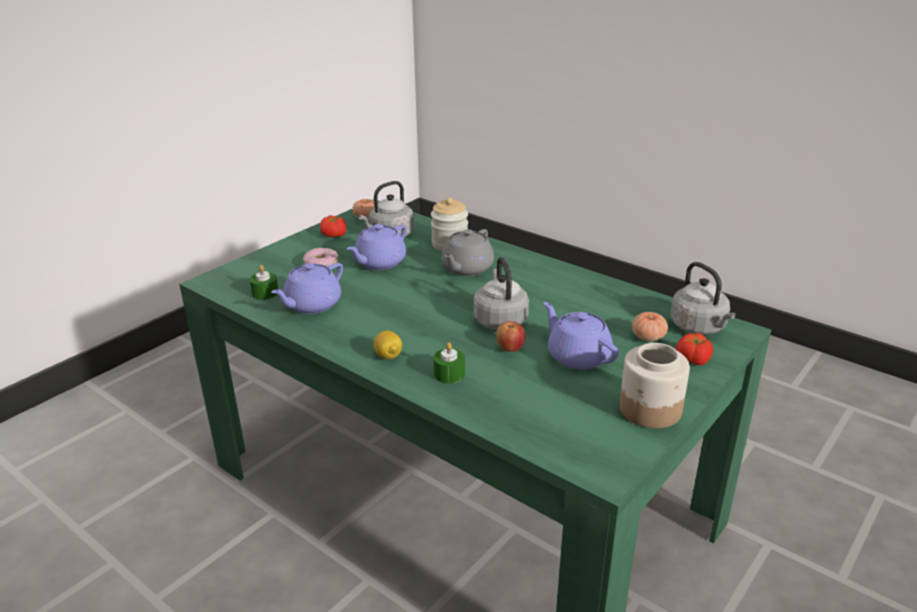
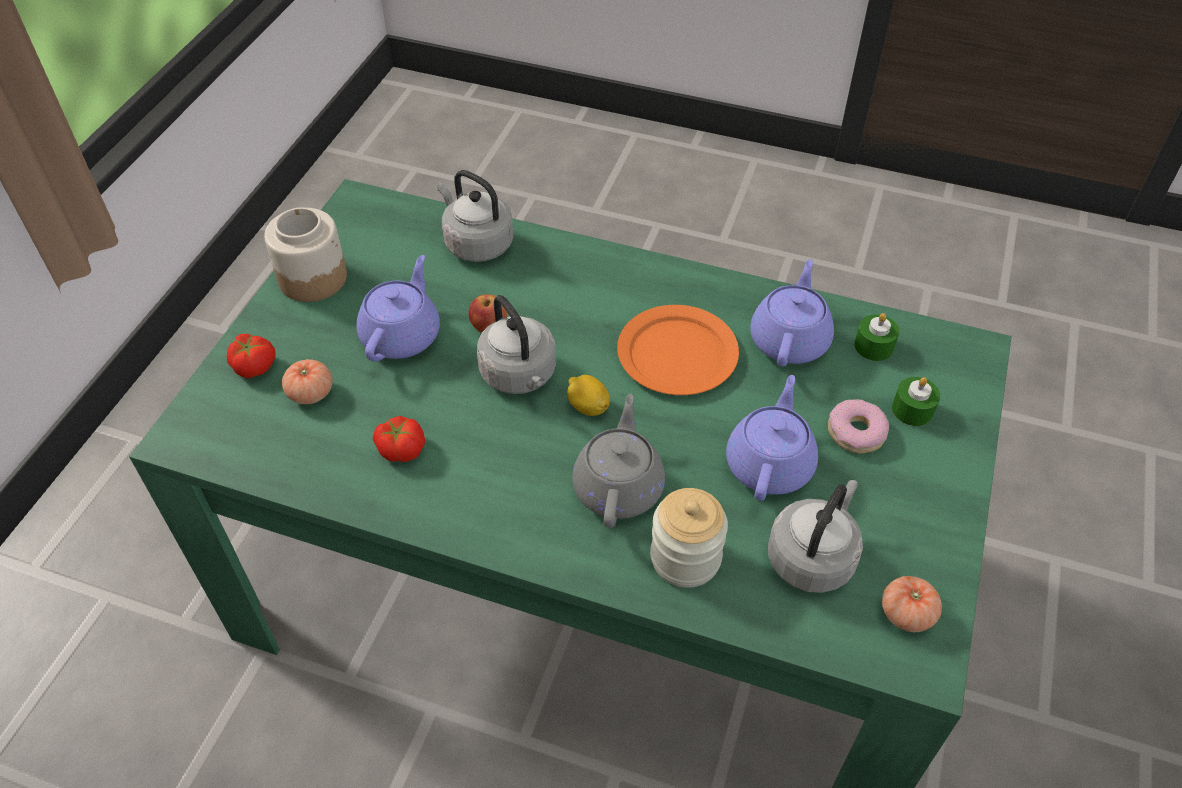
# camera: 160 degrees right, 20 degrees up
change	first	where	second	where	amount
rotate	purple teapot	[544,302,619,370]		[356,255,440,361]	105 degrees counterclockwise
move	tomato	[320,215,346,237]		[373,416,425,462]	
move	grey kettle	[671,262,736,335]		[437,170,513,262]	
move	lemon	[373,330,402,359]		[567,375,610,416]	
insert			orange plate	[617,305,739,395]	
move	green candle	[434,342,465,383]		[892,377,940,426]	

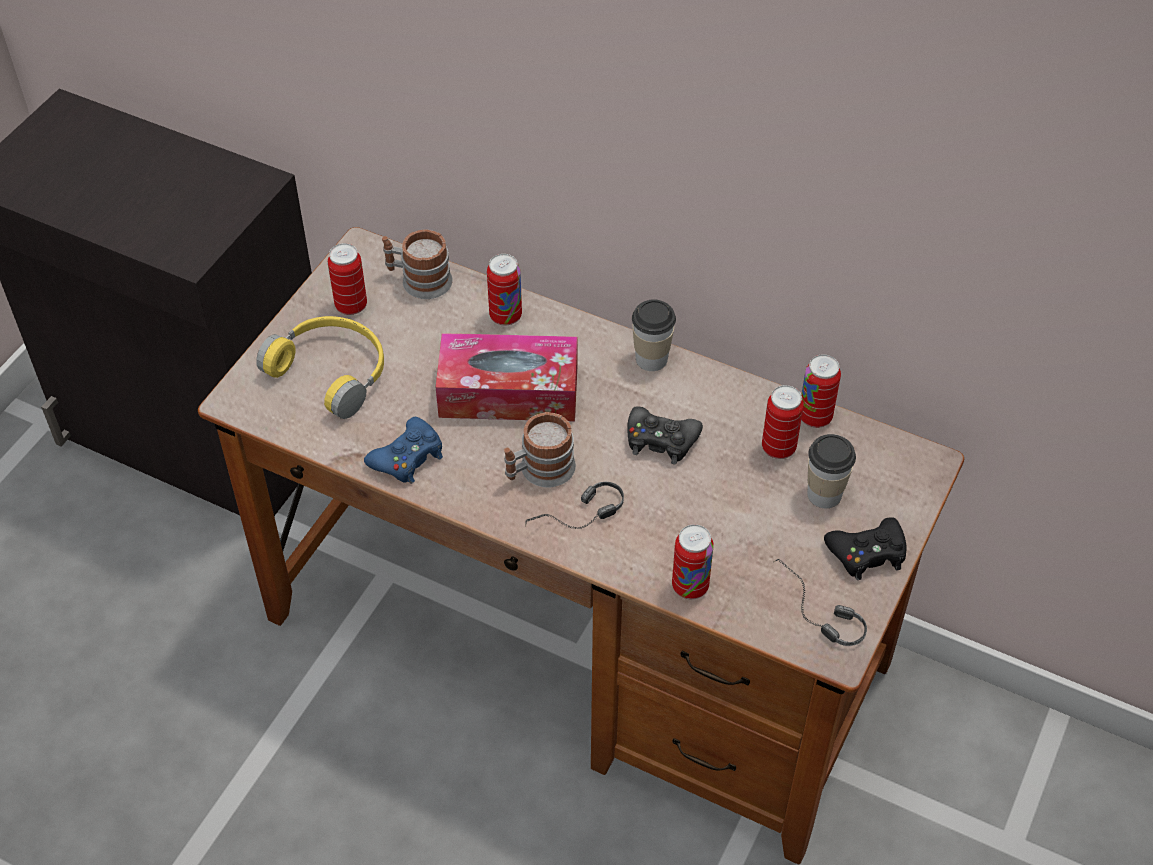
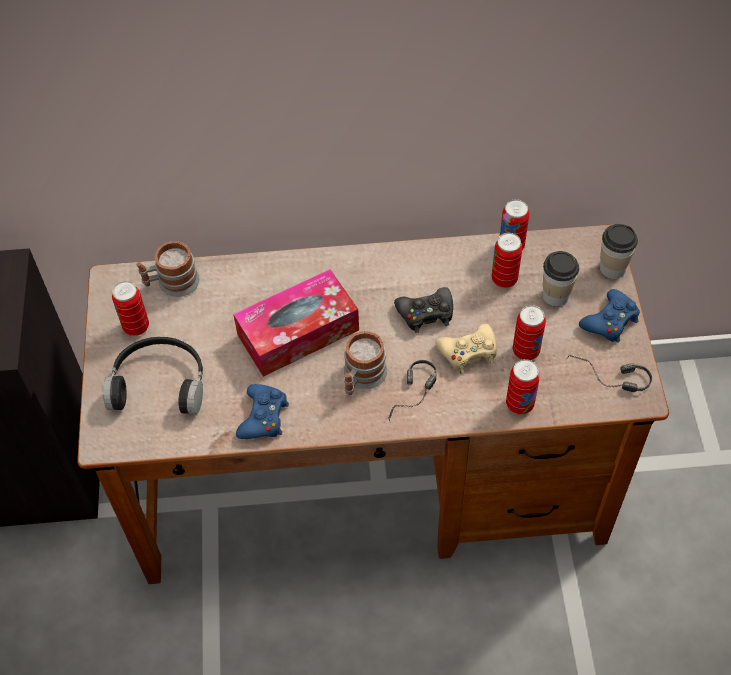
# camera: 30 degrees left, 5 degrees up
change	first	where	second	where	amount
recolor	yellow headphones	[256,316,384,419]	black headphones	[103,337,203,414]	
insert			beige game controller	[435,324,497,373]	
move	can	[487,254,522,325]		[513,305,546,360]	
recolor	black game controller	[824,517,906,580]	blue game controller	[579,289,640,343]	
move	cup	[632,299,676,371]		[600,224,638,279]	

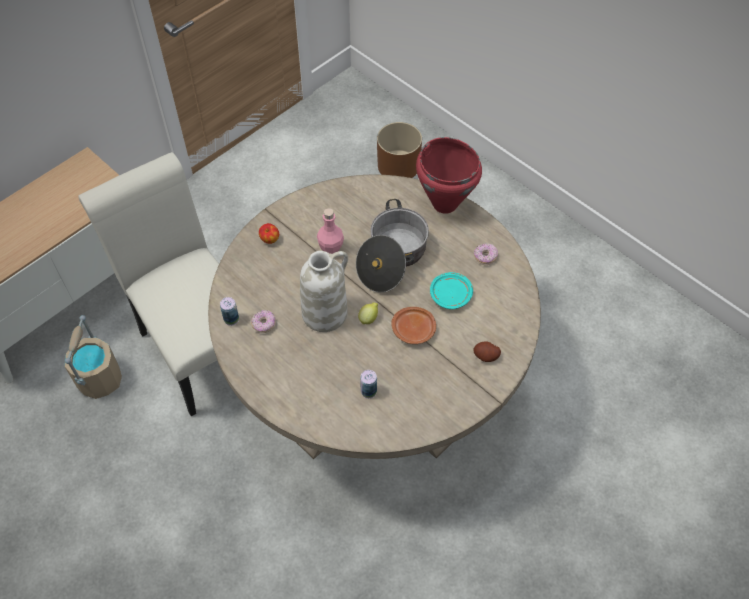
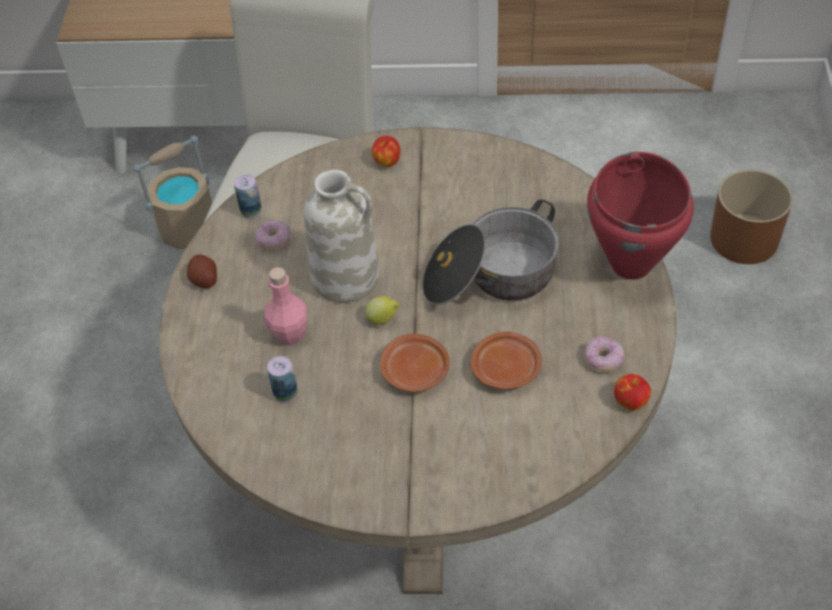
# camera: 50 degrees right, 5 degrees down
change	first	where	second	where	amount
move	potato	[473,341,501,362]		[187,254,217,288]	
move	pink bottle	[317,208,344,254]		[265,267,307,346]	
recolor	turquoise plate	[430,272,473,309]	brown plate	[470,331,542,390]	
insert			apple	[614,374,651,411]	

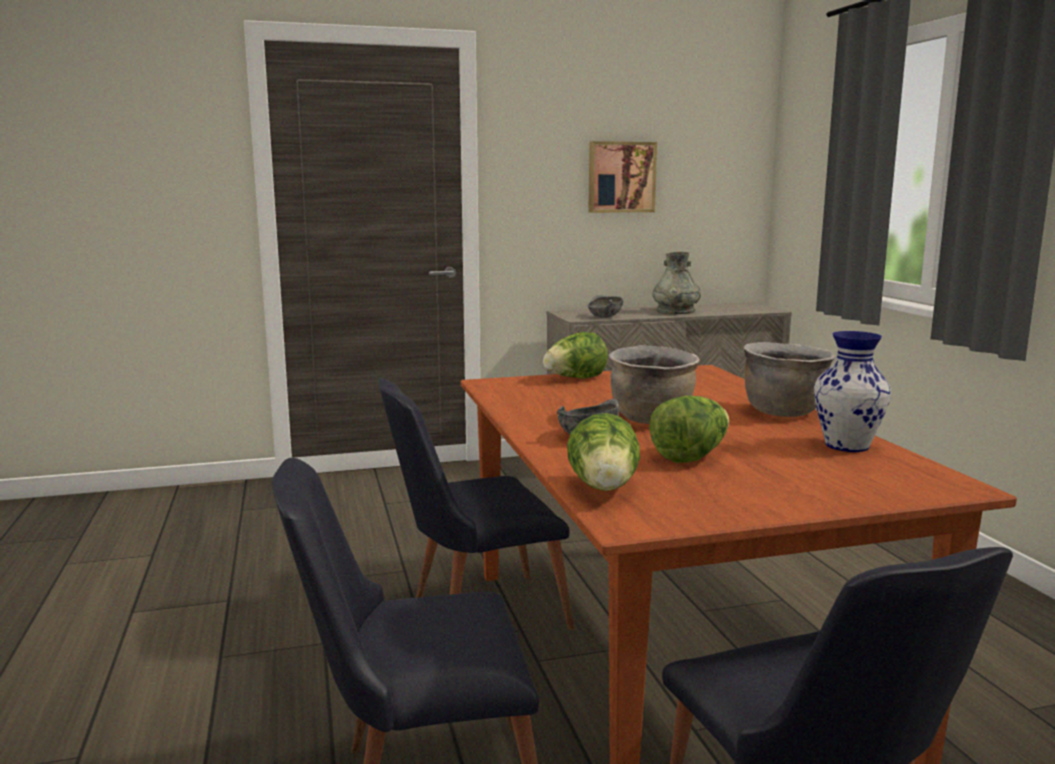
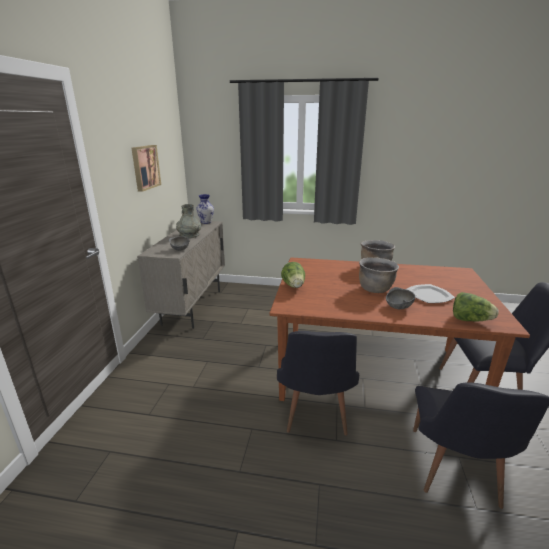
# camera: 65 degrees left, 10 degrees up
change	first	where	second	where	amount
move	vase	[814,331,891,452]		[196,194,214,224]	
replace	lettuce	[649,396,729,463]	plate	[406,284,455,303]	

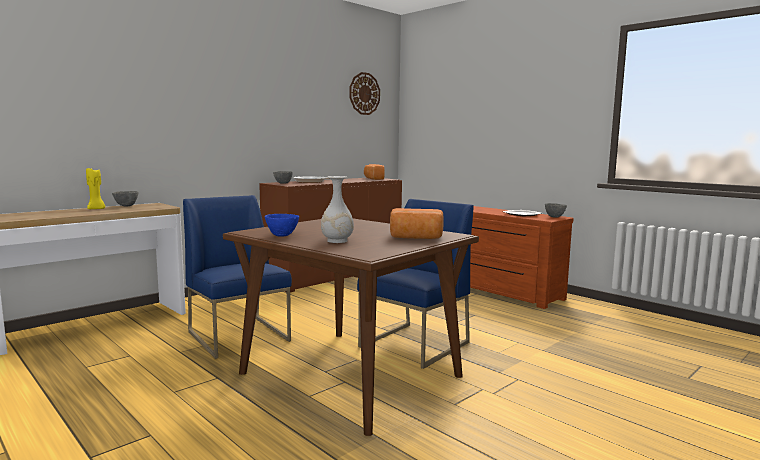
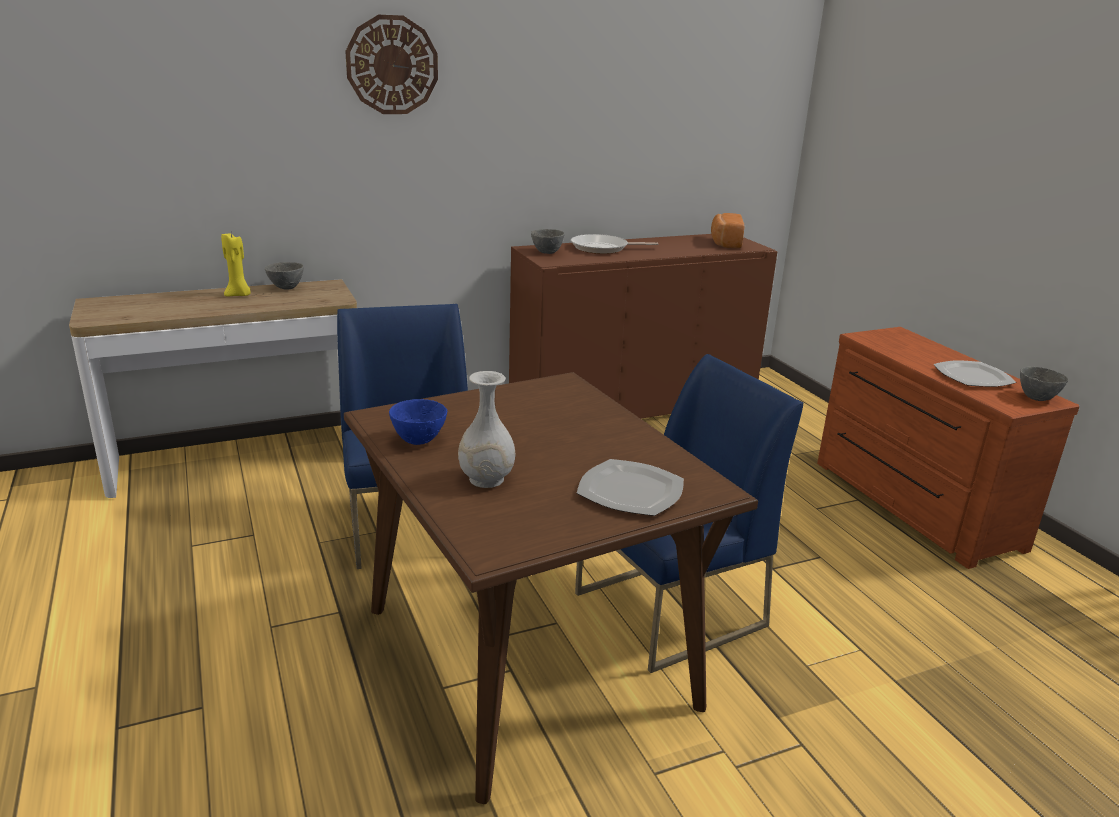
# camera: 20 degrees right, 15 degrees up
change	first	where	second	where	amount
move	wall clock	[350,72,380,115]		[345,15,438,114]	
replace	bread	[390,208,444,239]	plate	[577,459,684,516]	

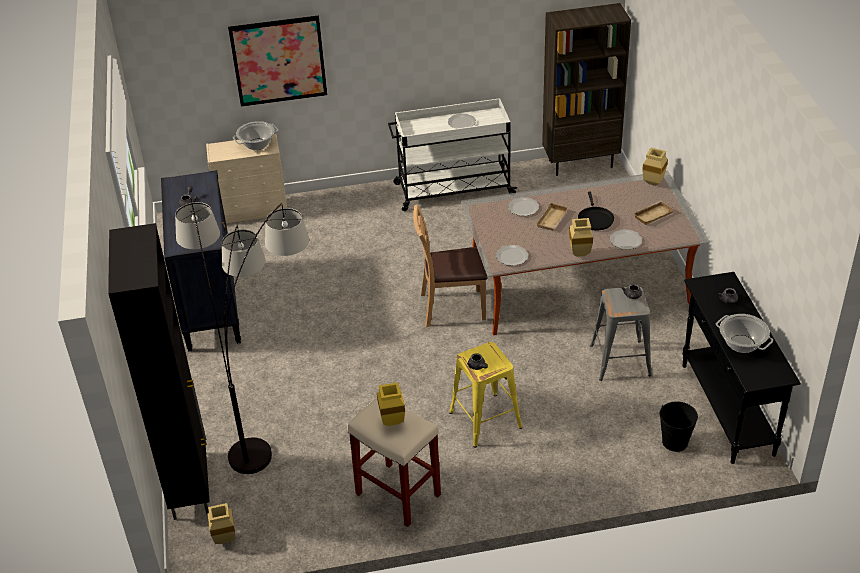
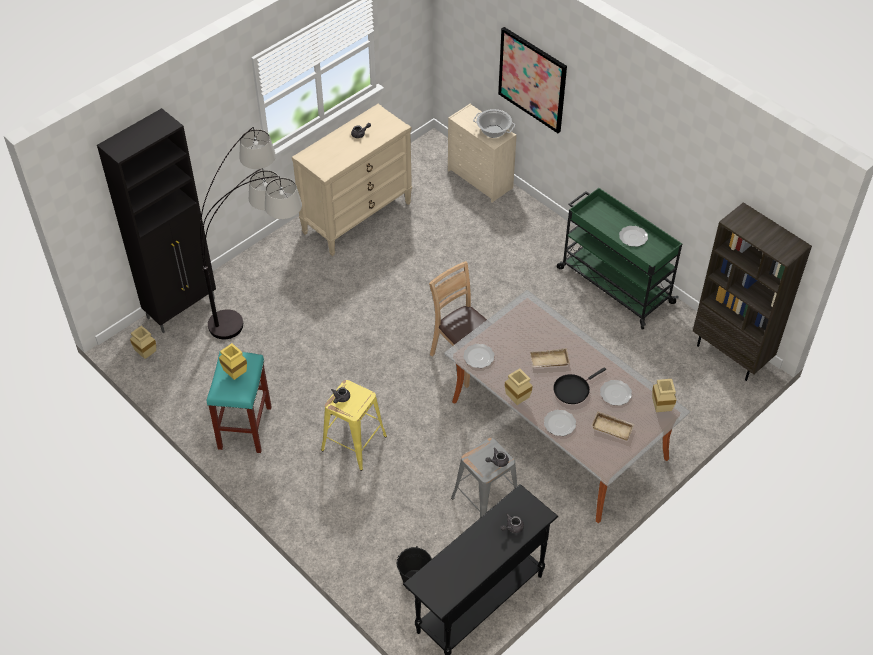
# camera: 55 degrees right, 10 degrees up
change	first	where	second	where	amount
recolor	beige stool	[347,398,441,527]	turquoise stool	[207,352,272,453]	
recolor	black dresser	[161,170,241,352]	beige dresser	[292,104,412,256]	
recolor	white cart	[388,98,518,211]	green cart	[557,188,682,329]	
move	plate	[508,197,539,216]		[600,380,632,406]	
delete	cooking pot	[716,314,773,353]			

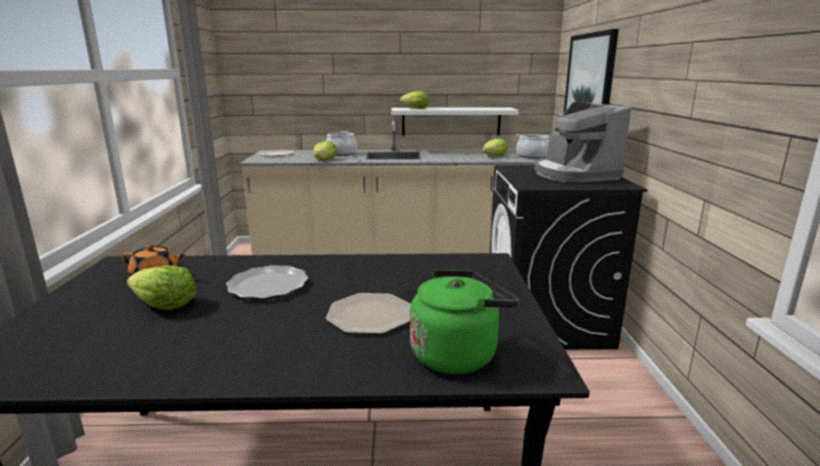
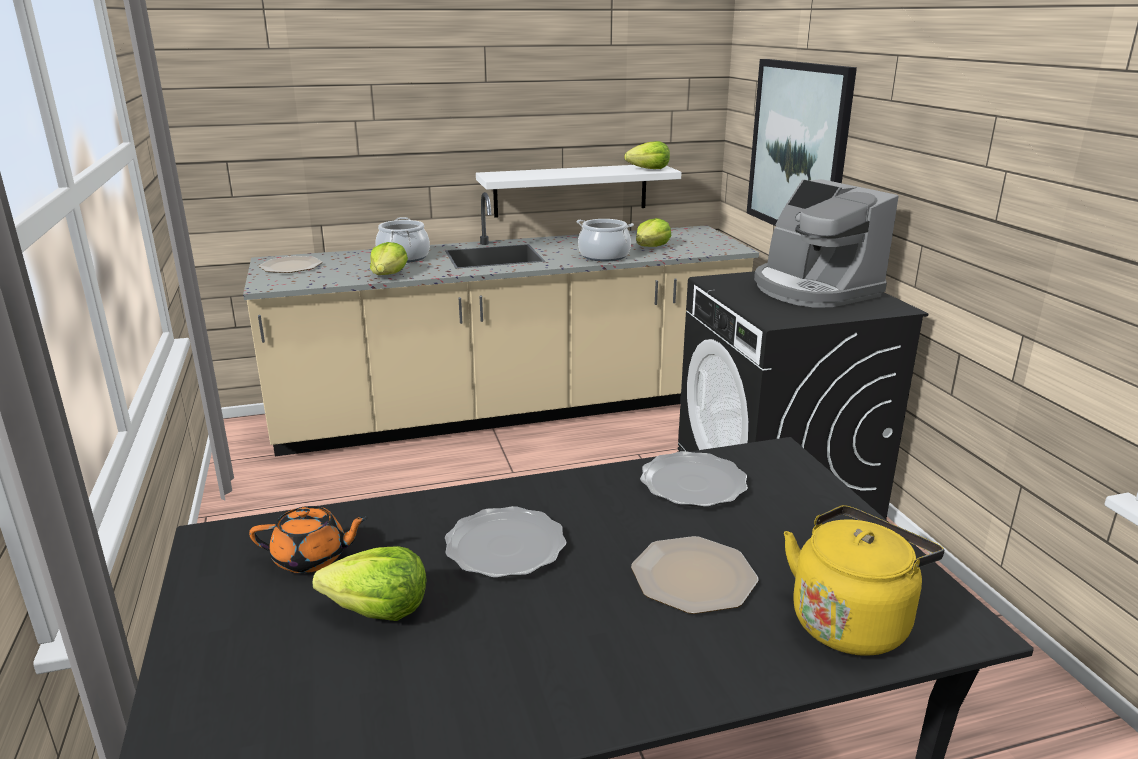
# camera: 15 degrees left, 5 degrees up
change	first	where	second	where	amount
move	cooking pot	[516,134,550,159]		[576,219,634,261]	
move	lettuce	[400,91,429,109]		[624,141,670,169]	
insert			plate	[640,451,748,507]	
recolor	green kettle	[410,270,519,374]	yellow kettle	[784,505,944,656]	

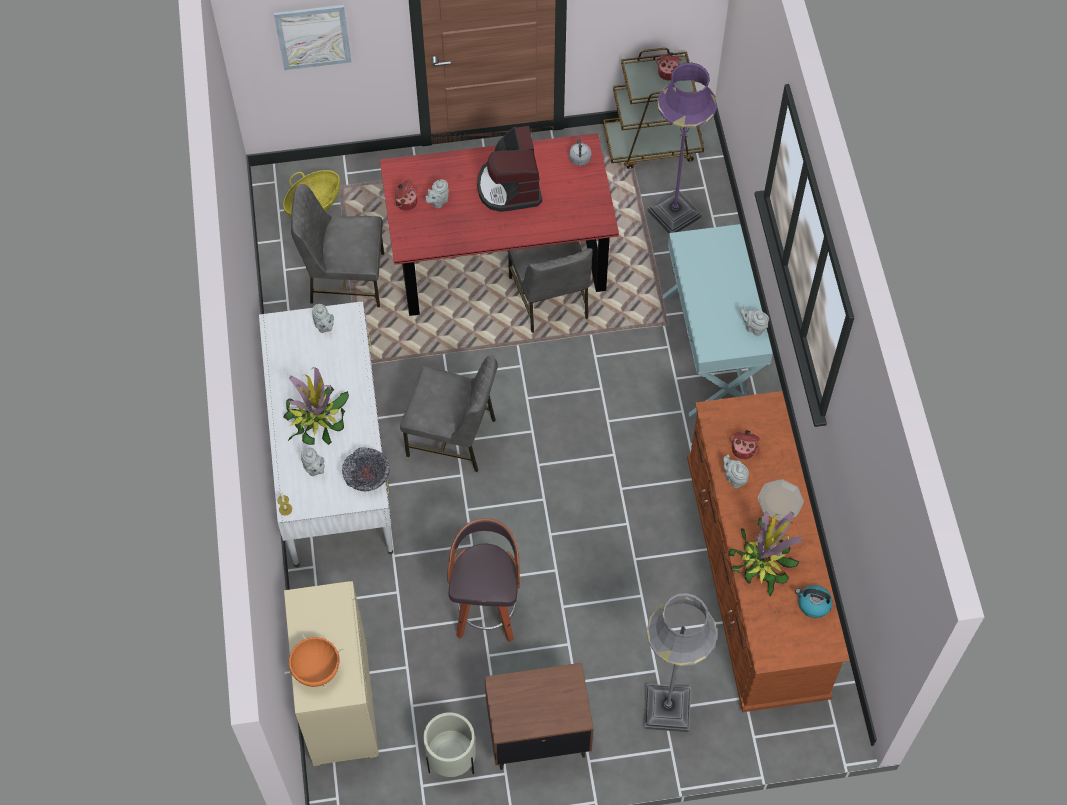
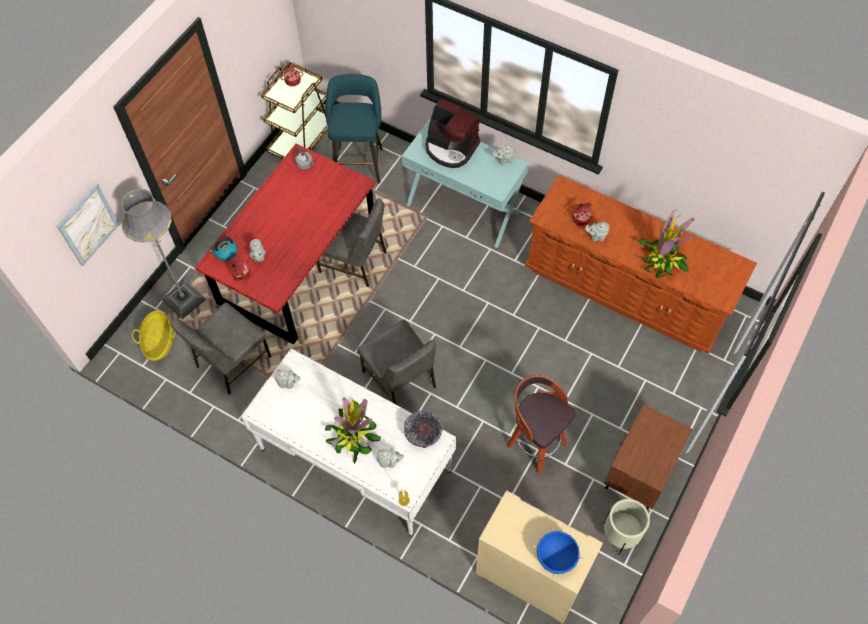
# camera: 50 degrees left, 0 degrees up
change	first	where	second	where	amount
move	grey floor lamp	[644,593,718,732]		[121,188,206,319]	
move	kettle	[795,585,833,618]		[210,237,238,261]	
replace	purple floor lamp	[648,63,717,233]	turquoise stool	[325,74,383,183]	
rotate	grey chair	[400,355,498,472]		[357,319,436,404]	90 degrees clockwise
move	coffee machine	[477,126,542,212]		[425,99,480,168]	
recolor	orange cooking pot	[284,634,344,688]	blue cooking pot	[532,527,585,578]	
delete	plate	[758,479,804,521]			

